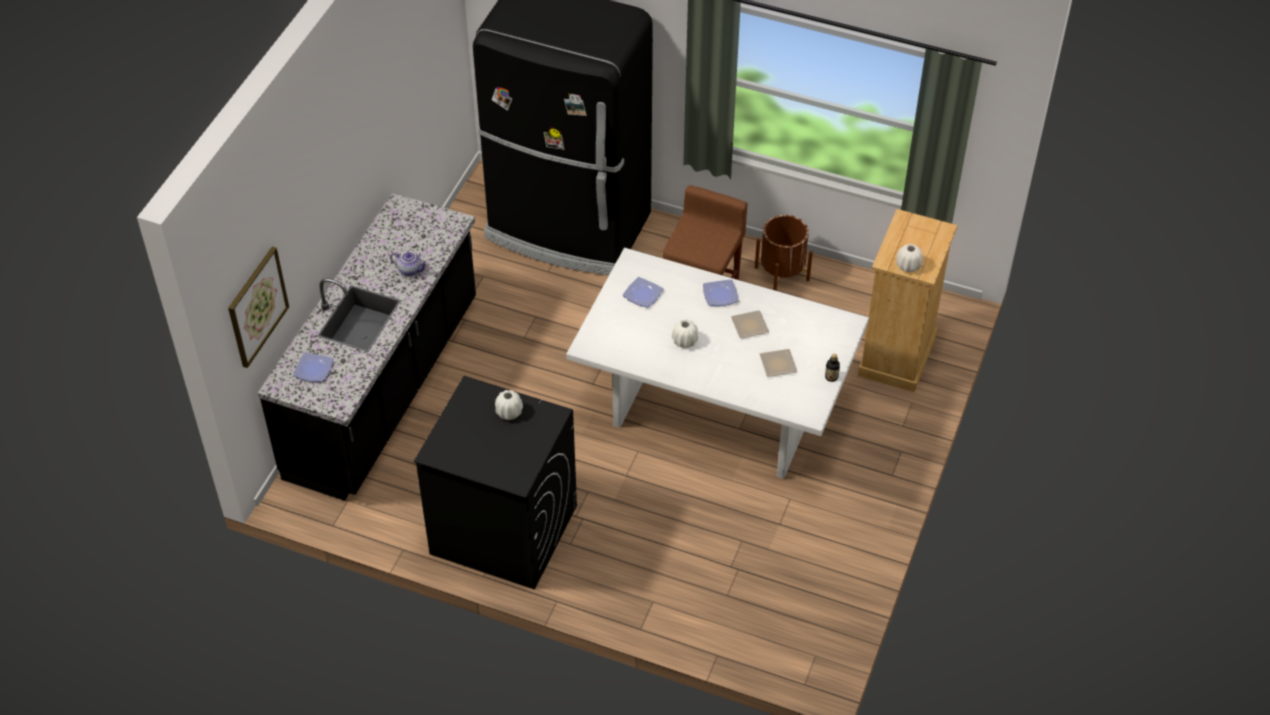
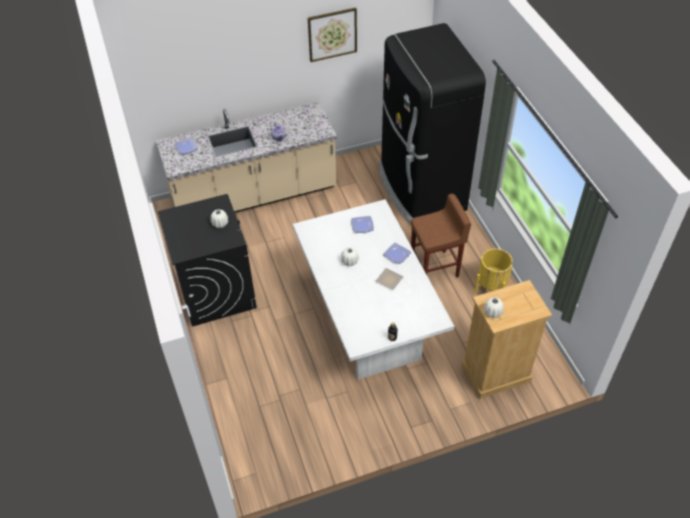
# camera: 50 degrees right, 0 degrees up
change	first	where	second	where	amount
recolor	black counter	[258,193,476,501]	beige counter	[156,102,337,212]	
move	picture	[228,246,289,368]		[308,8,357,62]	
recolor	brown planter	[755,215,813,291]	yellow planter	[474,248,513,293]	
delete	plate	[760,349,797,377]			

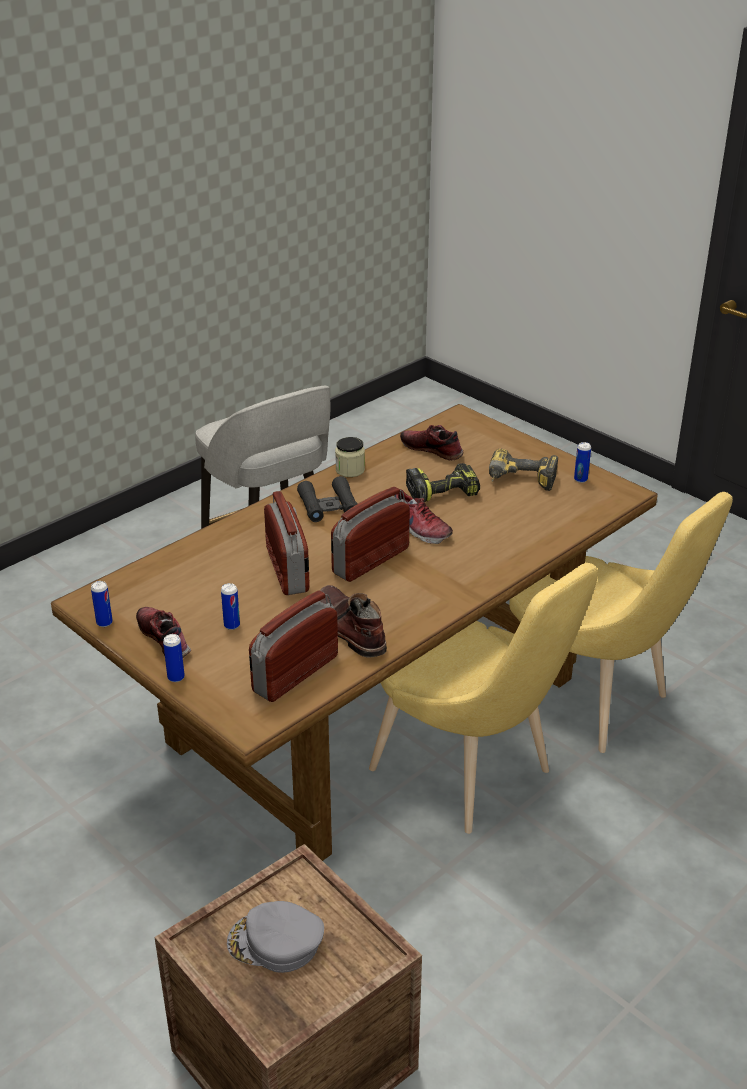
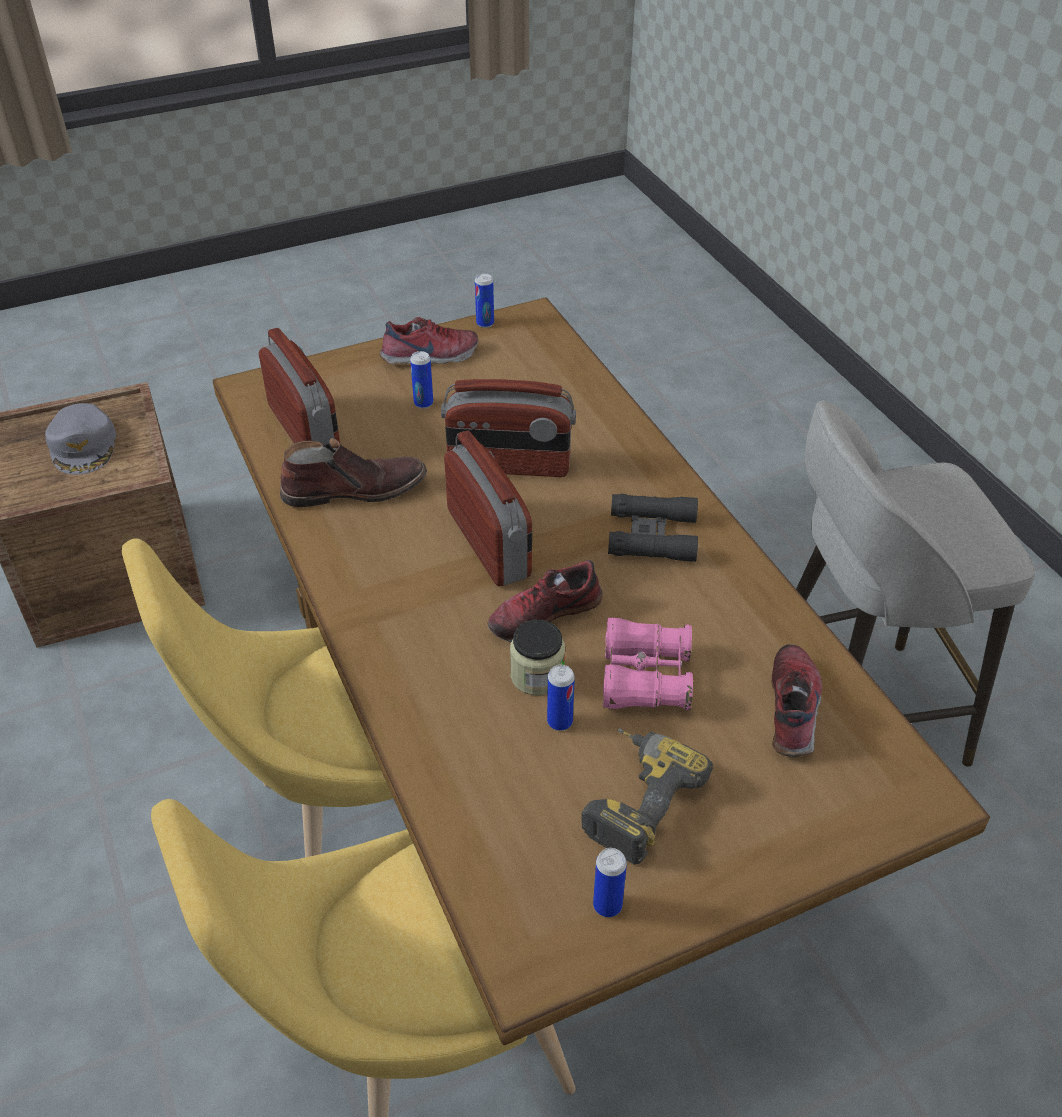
# camera: 110 degrees right, 10 degrees up
change	first	where	second	where	amount
rotate	grey cap	[227,901,324,973]		[45,403,116,475]	135 degrees clockwise
move	jar	[335,437,365,477]		[510,619,565,695]	
move	can	[163,634,185,682]		[547,665,575,731]	
replace	power drill	[406,463,480,502]	pink binoculars	[603,617,693,711]	
rotate	shoe	[400,425,463,460]		[772,644,822,757]	45 degrees counterclockwise

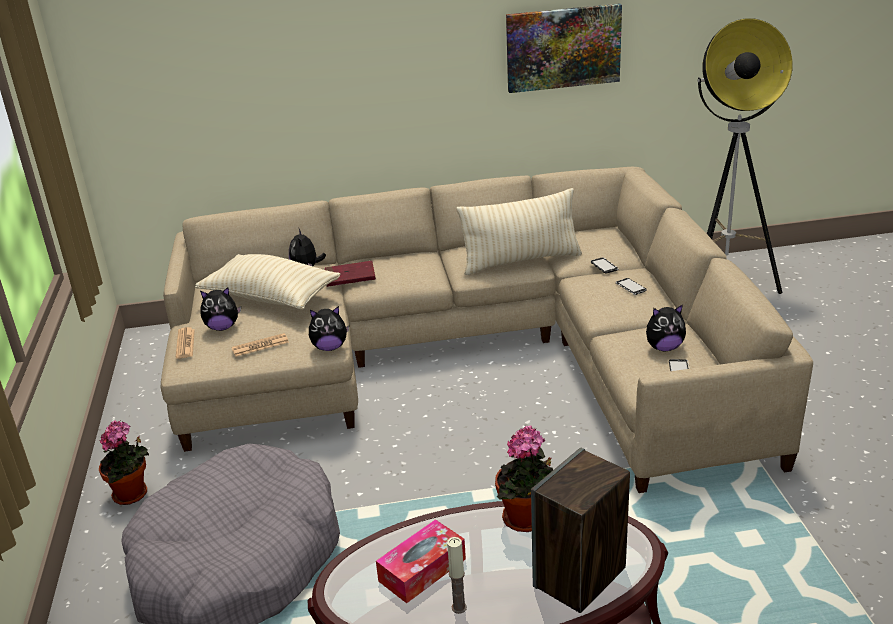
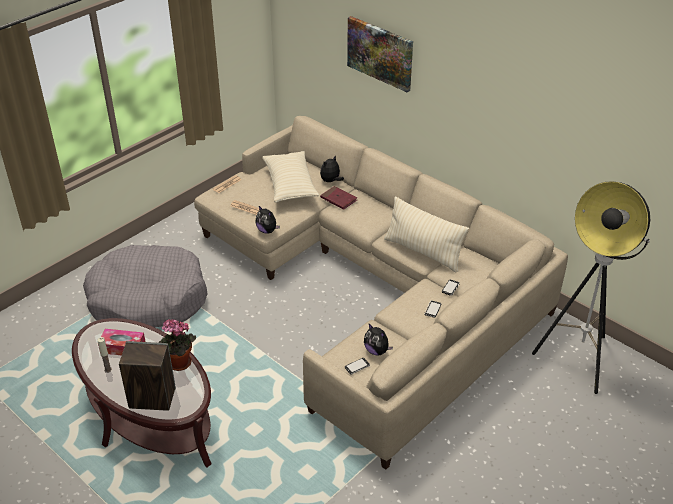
# camera: 50 degrees right, 10 degrees up
change	first	where	second	where	amount
move	picture	[506,3,622,93]		[347,16,413,92]	
delete	potted plant	[99,420,149,505]			
delete	plush toy	[200,287,241,331]			

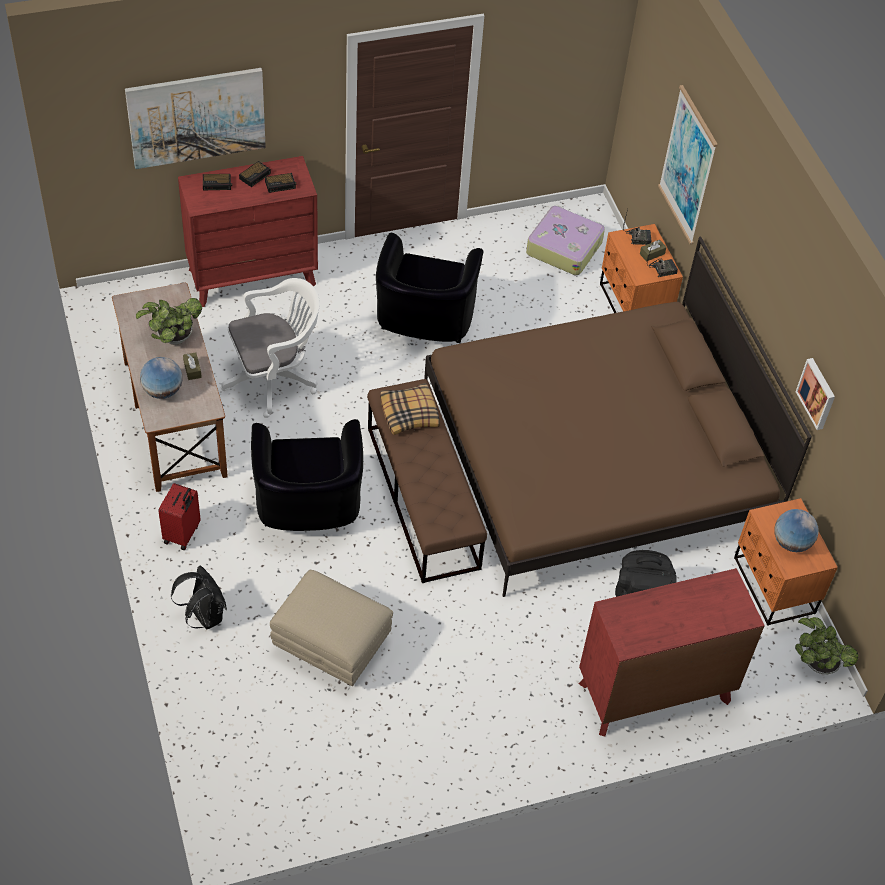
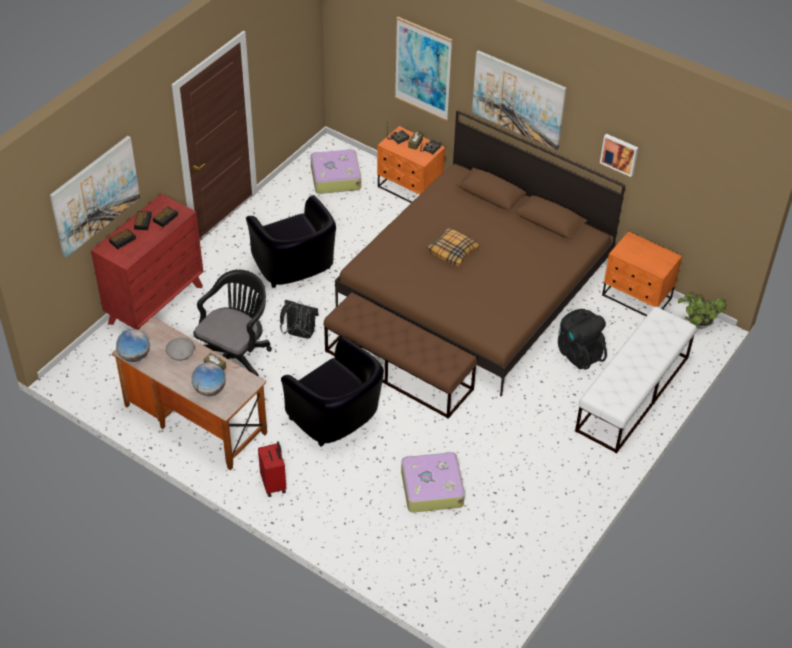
# camera: 35 degrees left, 5 degrees down
change	first	where	second	where	amount
move	globe	[774,509,819,552]		[116,329,150,362]	
replace	potted plant	[136,298,202,345]	grey bowl	[166,338,195,361]	
recolor	white office chair	[221,278,320,418]	black office chair	[193,270,272,376]	
move	black backpack	[171,565,227,630]		[280,300,319,339]	
replace	beige ottoman	[270,570,393,686]	suitcase	[401,451,465,513]	
move	pillow	[380,383,440,435]		[427,228,479,266]	
insert			picture	[472,50,567,150]	
replace	red dresser	[578,568,765,736]	white bench	[575,307,697,453]	

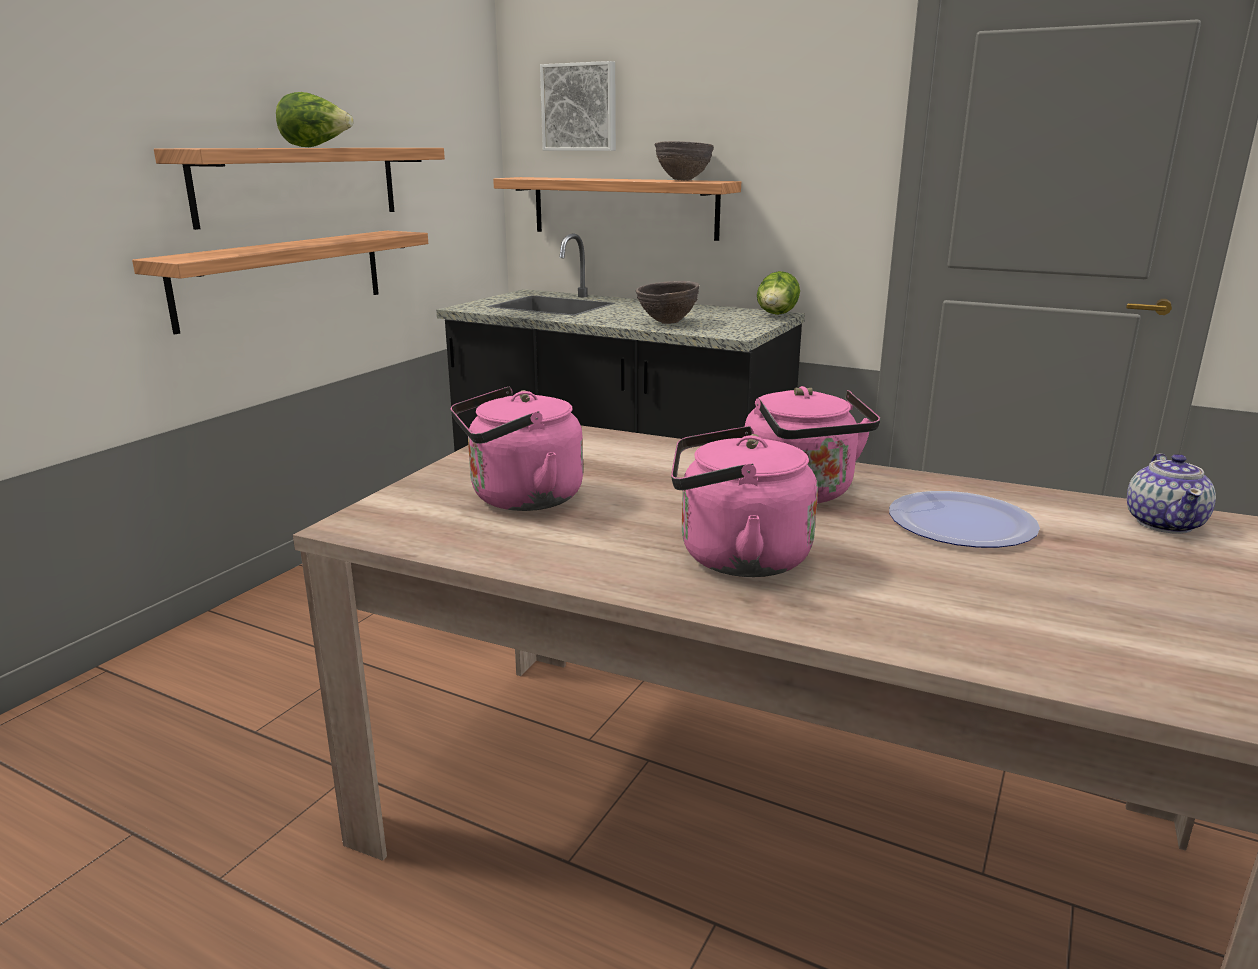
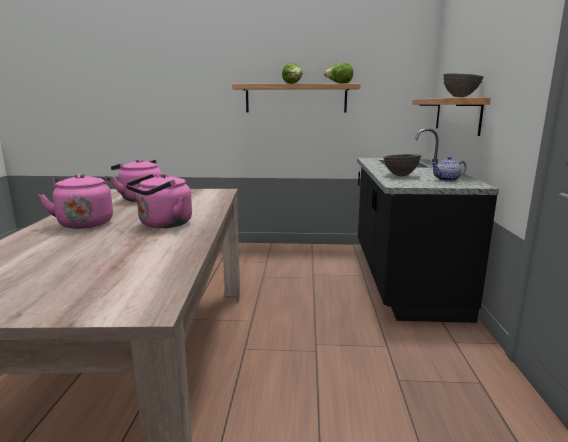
# camera: 65 degrees right, 5 degrees down
change	first	where	second	where	amount
move	lettuce	[757,271,800,315]		[324,63,353,84]	
move	teapot	[1127,453,1216,534]		[431,157,467,181]	
delete	shelf	[132,231,428,334]			
delete	picture	[540,61,616,151]			
delete	plate	[889,491,1040,548]			

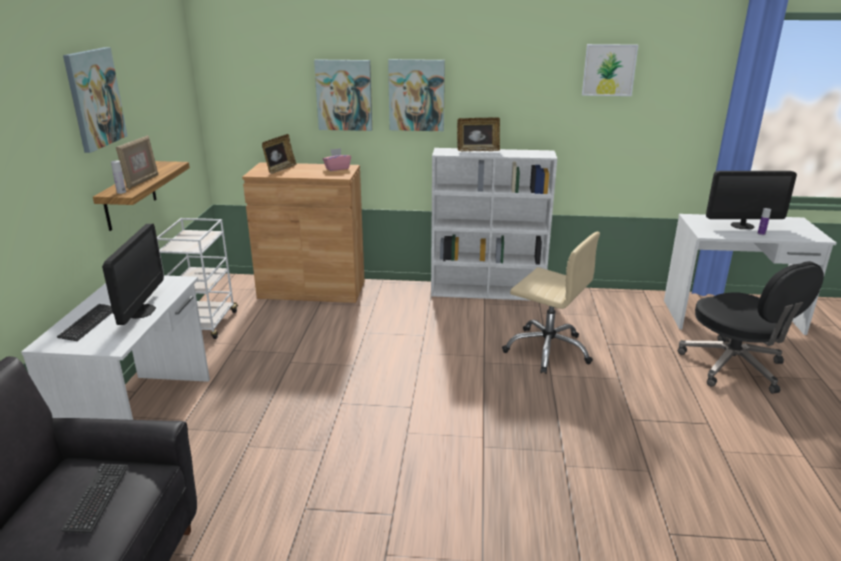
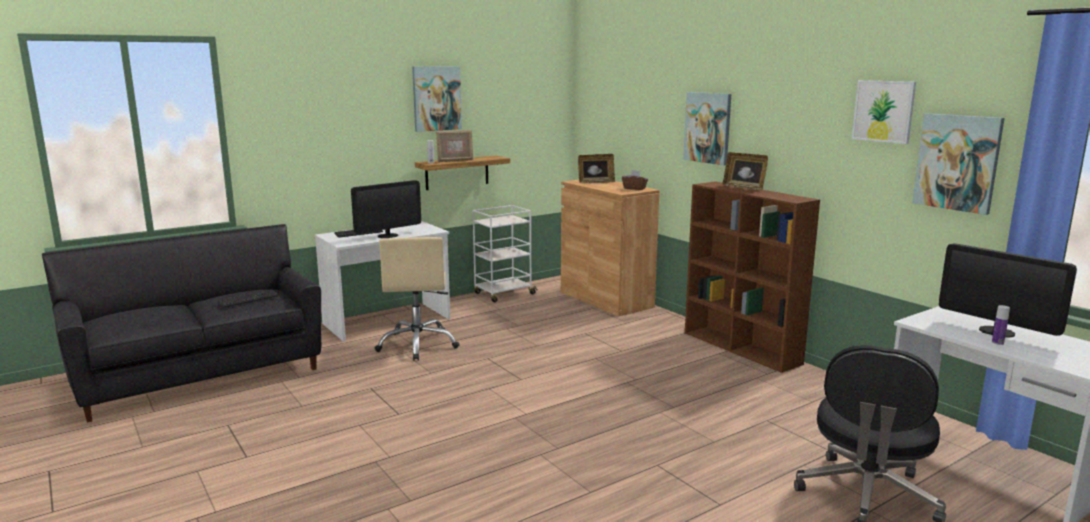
# camera: 50 degrees right, 10 degrees down
change	first	where	second	where	amount
move	beige office chair	[502,232,600,374]		[375,237,460,361]	
recolor	pink tissue box	[323,148,351,171]	brown tissue box	[622,170,648,190]	
recolor	white bookcase	[431,148,557,301]	brown bookcase	[685,181,820,373]	
move	picture	[314,59,372,131]		[912,113,1005,215]	

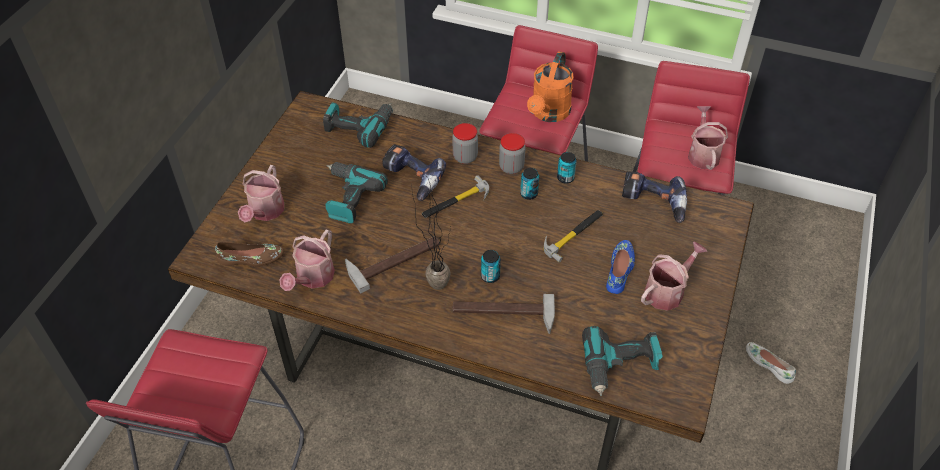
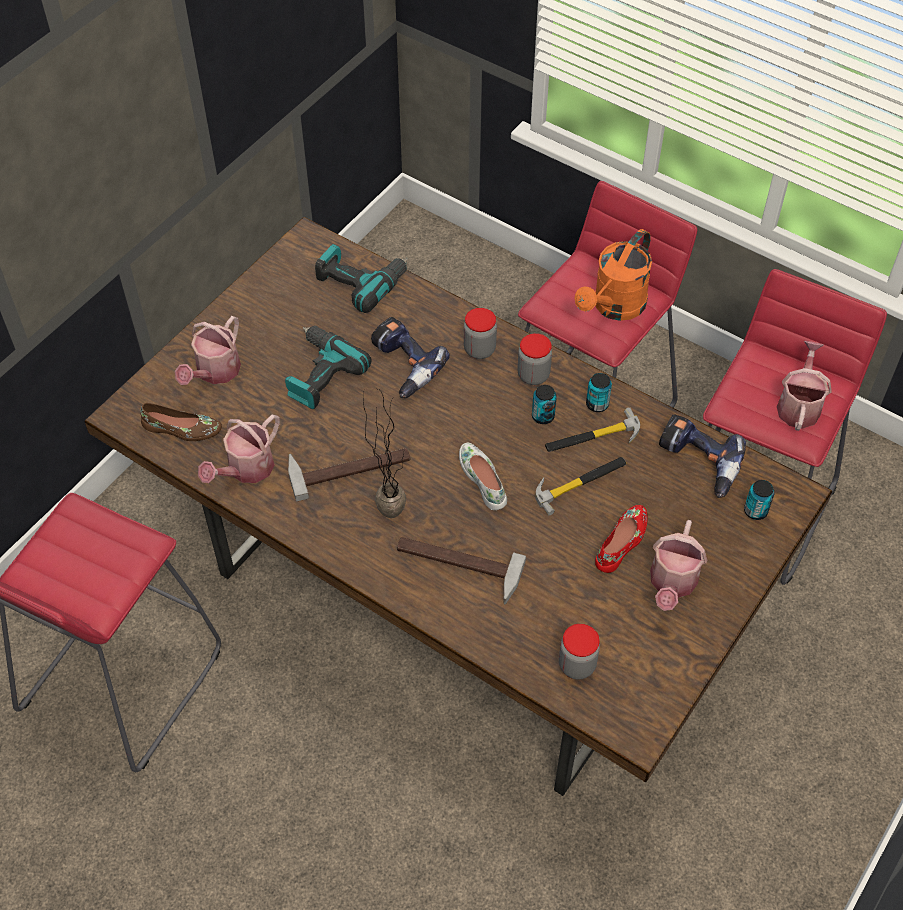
# camera: 15 degrees right, 5 degrees up
change	first	where	second	where	amount
move	white shoe	[746,342,796,384]		[459,443,507,510]	
move	hammer	[422,175,489,218]		[545,408,640,452]	
replace	power drill	[582,326,663,396]	jar	[559,624,600,680]	
recolor	blue shoe	[606,240,635,294]	red shoe	[595,505,648,573]	
rotate	watering can	[641,241,707,311]		[650,520,707,611]	135 degrees clockwise
move	can	[481,250,501,283]		[744,480,774,520]	

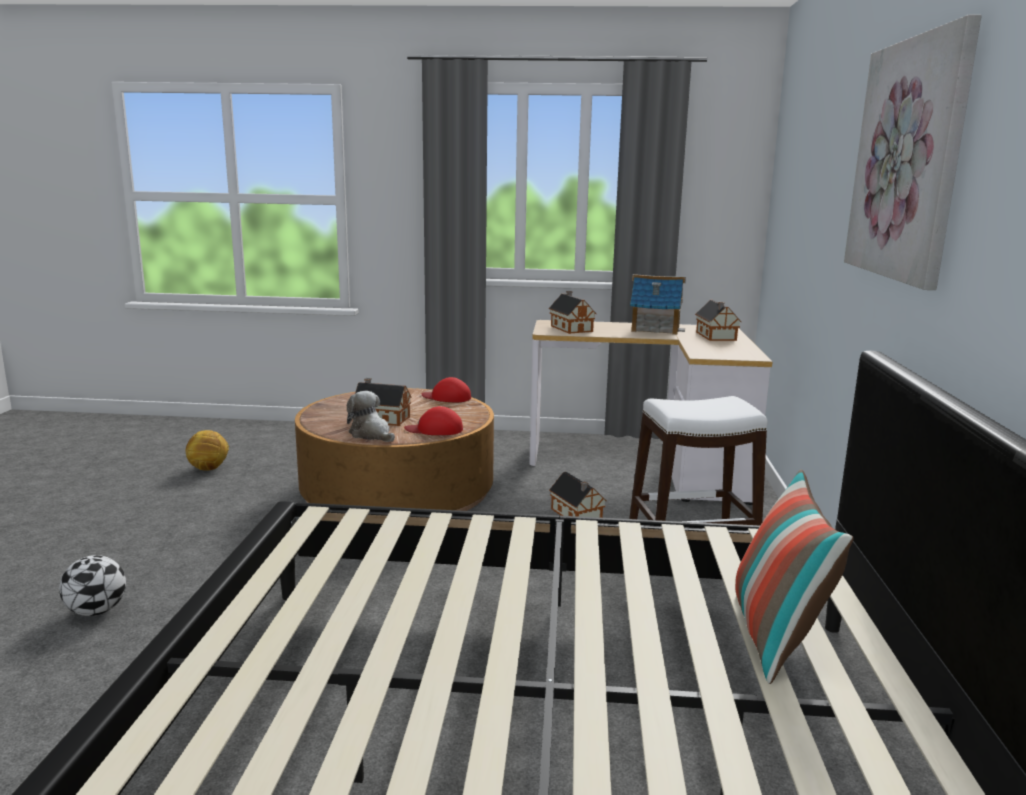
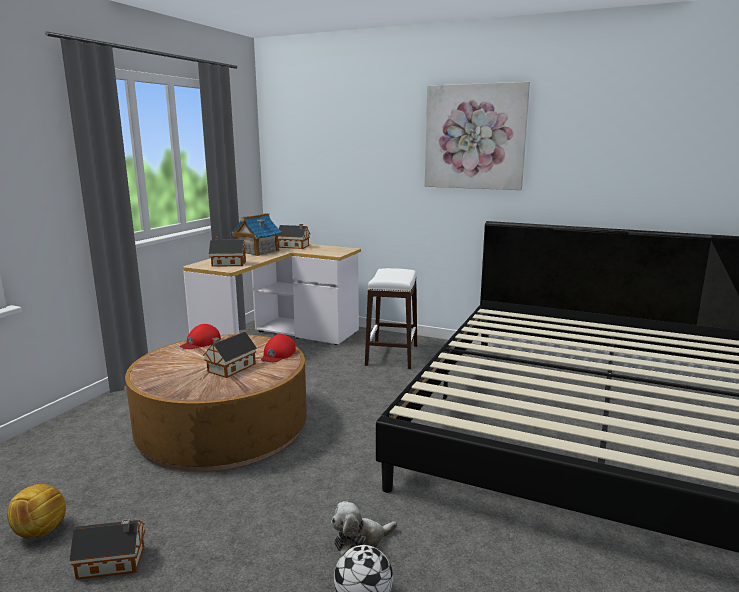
# camera: 70 degrees left, 0 degrees up
change	first	where	second	where	amount
move	toy house	[549,472,606,518]		[69,519,145,580]	
move	plush toy	[347,391,395,442]		[331,501,397,556]	
delete	pillow	[735,469,854,684]			

